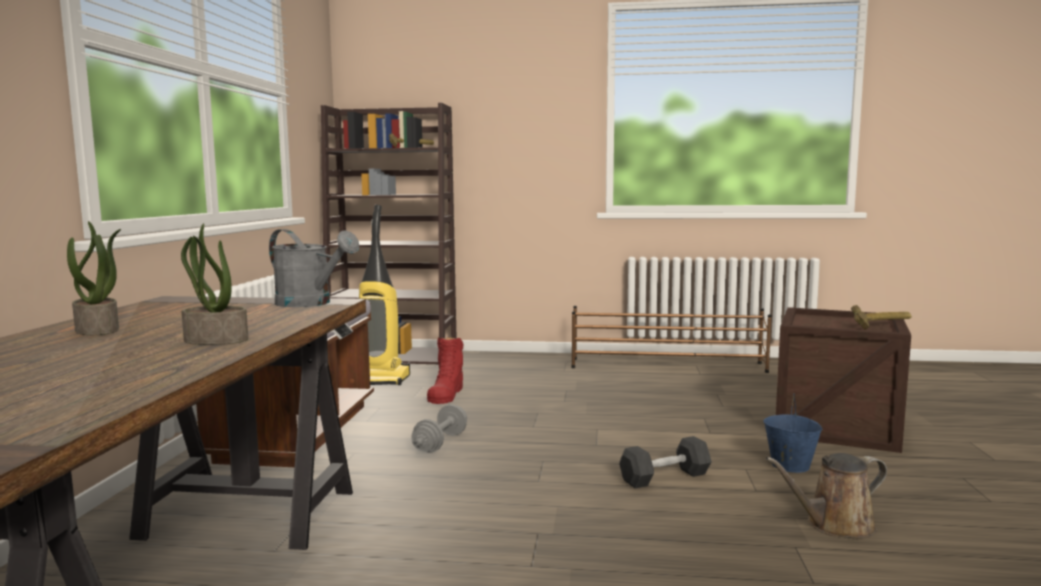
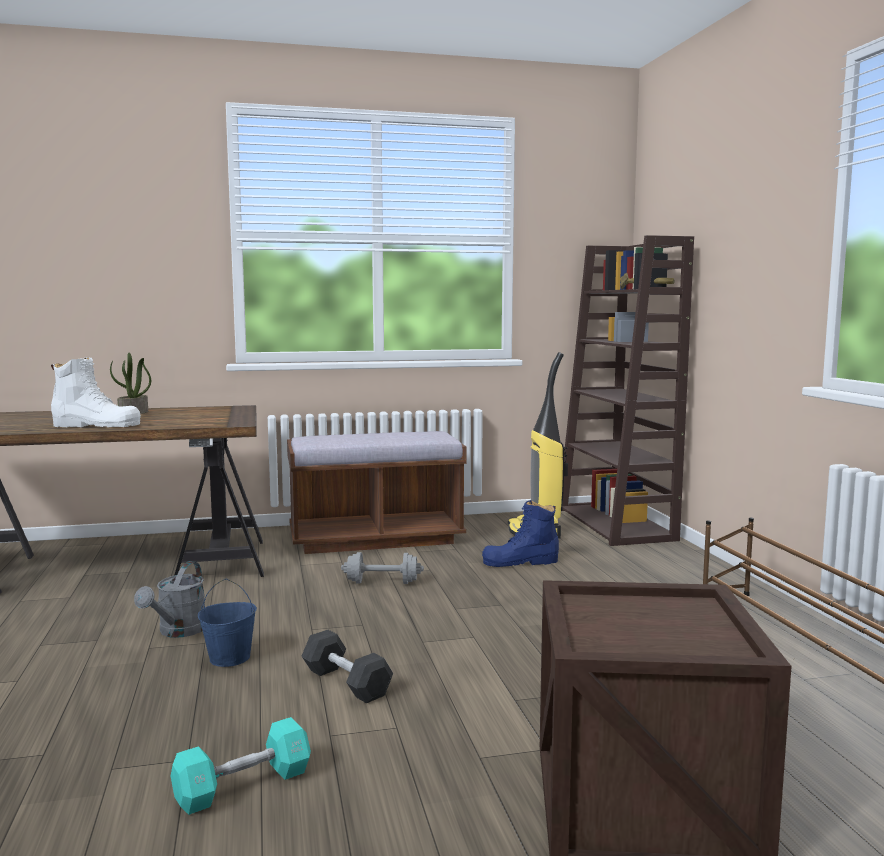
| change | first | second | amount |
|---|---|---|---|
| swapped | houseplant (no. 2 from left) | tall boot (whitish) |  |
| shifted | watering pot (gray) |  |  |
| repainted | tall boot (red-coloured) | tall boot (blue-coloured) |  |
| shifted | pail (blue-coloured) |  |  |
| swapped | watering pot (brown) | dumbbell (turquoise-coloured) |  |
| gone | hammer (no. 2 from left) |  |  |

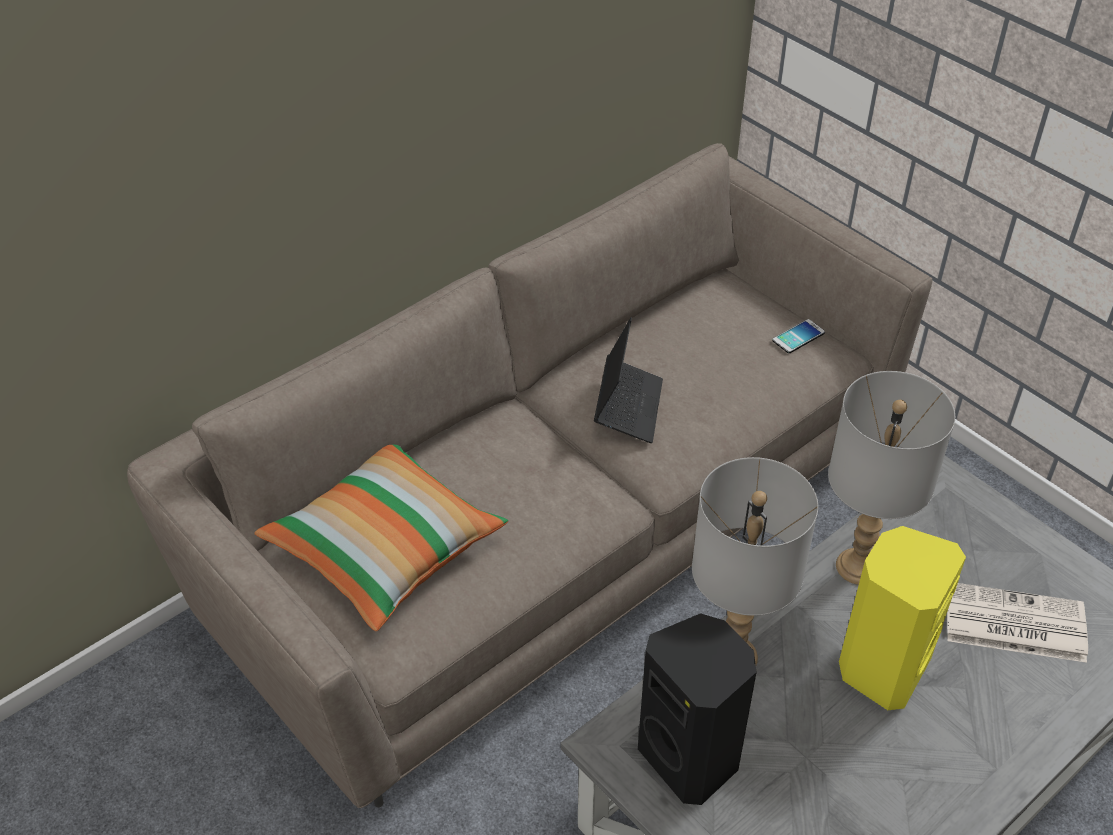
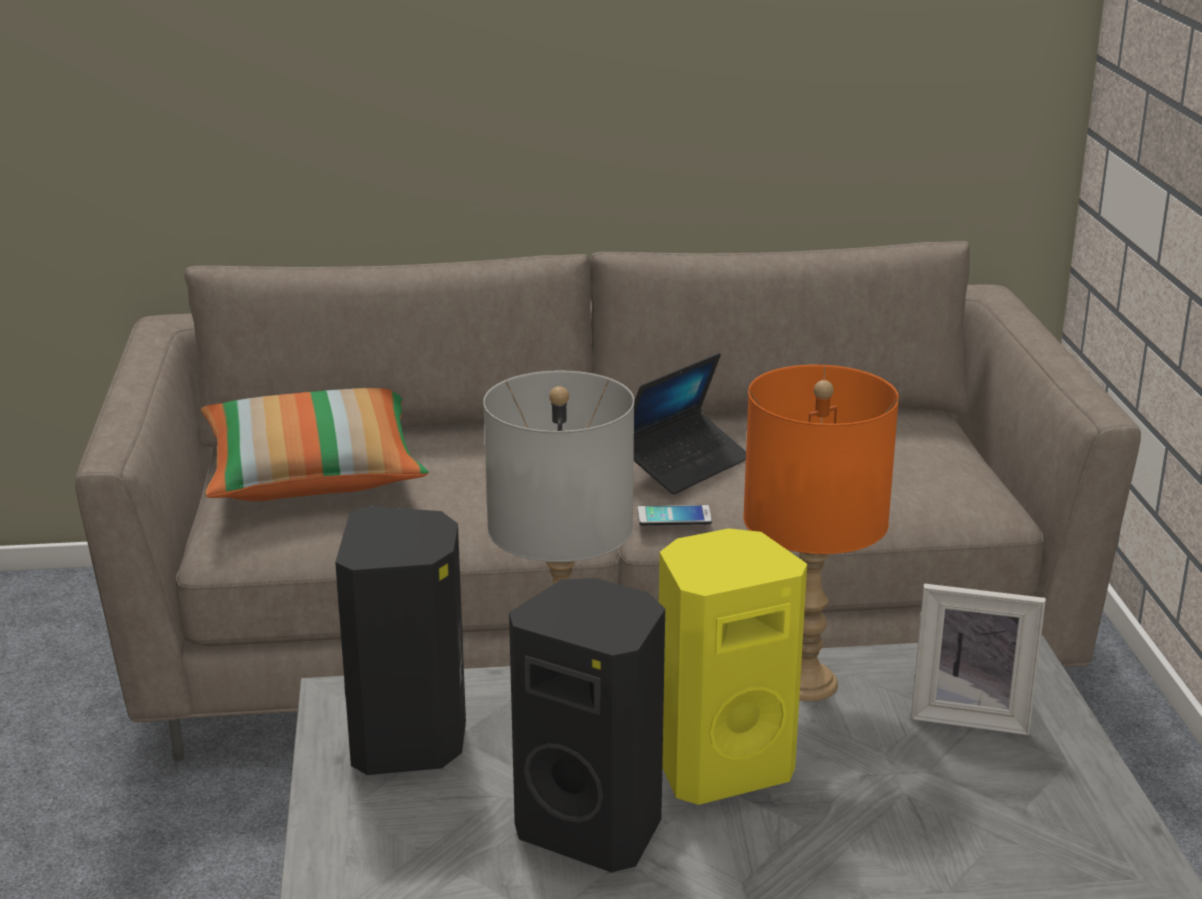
| change | first | second | amount |
|---|---|---|---|
| shifted | handset |  |  |
| repainted | table lamp (gray) (no. 2 from left) | table lamp (orange) |  |
| gone | newspaper |  |  |
| new |  | audio speaker (blackish) (no. 2 from left) |  |
| new |  | photo frame |  |

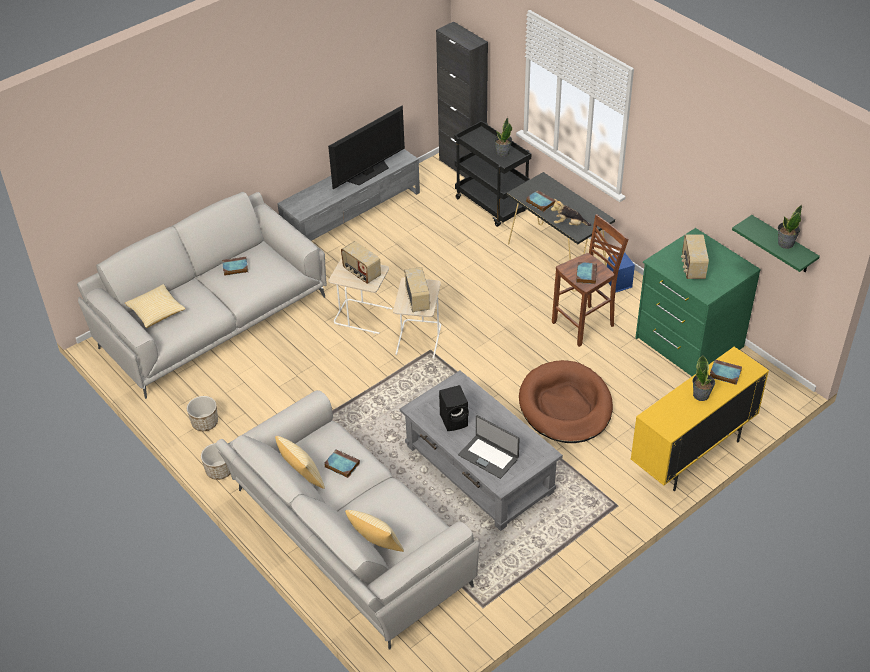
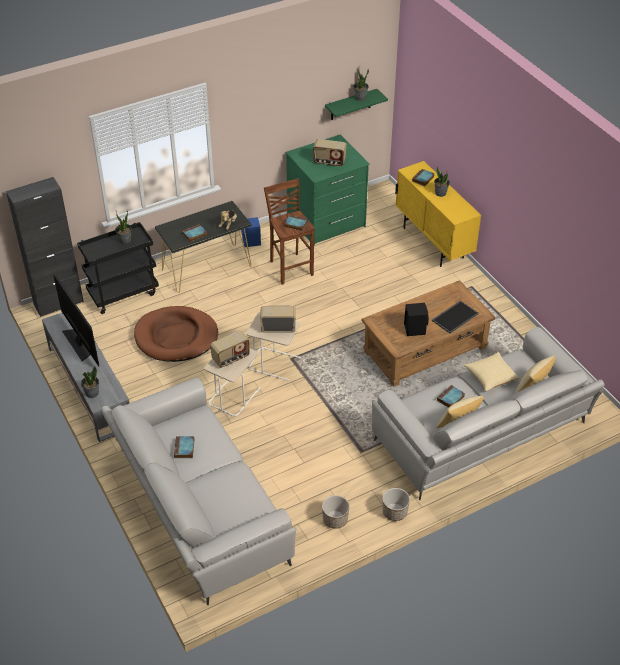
| change | first | second | amount |
|---|---|---|---|
| shifted | throw pillow (no. 1 from left in the first image) | throw pillow (no. 2 from left) |  |
| repainted | lounge table (gray) | lounge table (brown) |  |
| swapped | portable computer | serving tray |  |
| shifted | dog bed (brown) |  |  |
| new |  | houseplant (no. 1 from left) |  |

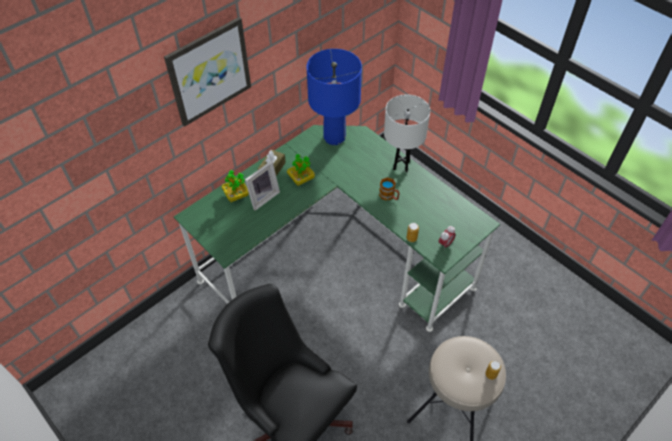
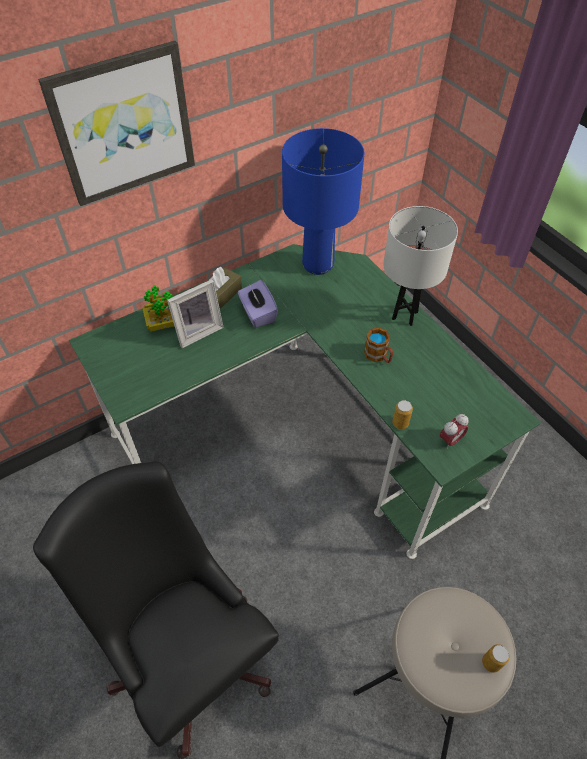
| change | first | second | amount |
|---|---|---|---|
| swapped | houseplant (no. 2 from left) | tissue box (purple) |  |

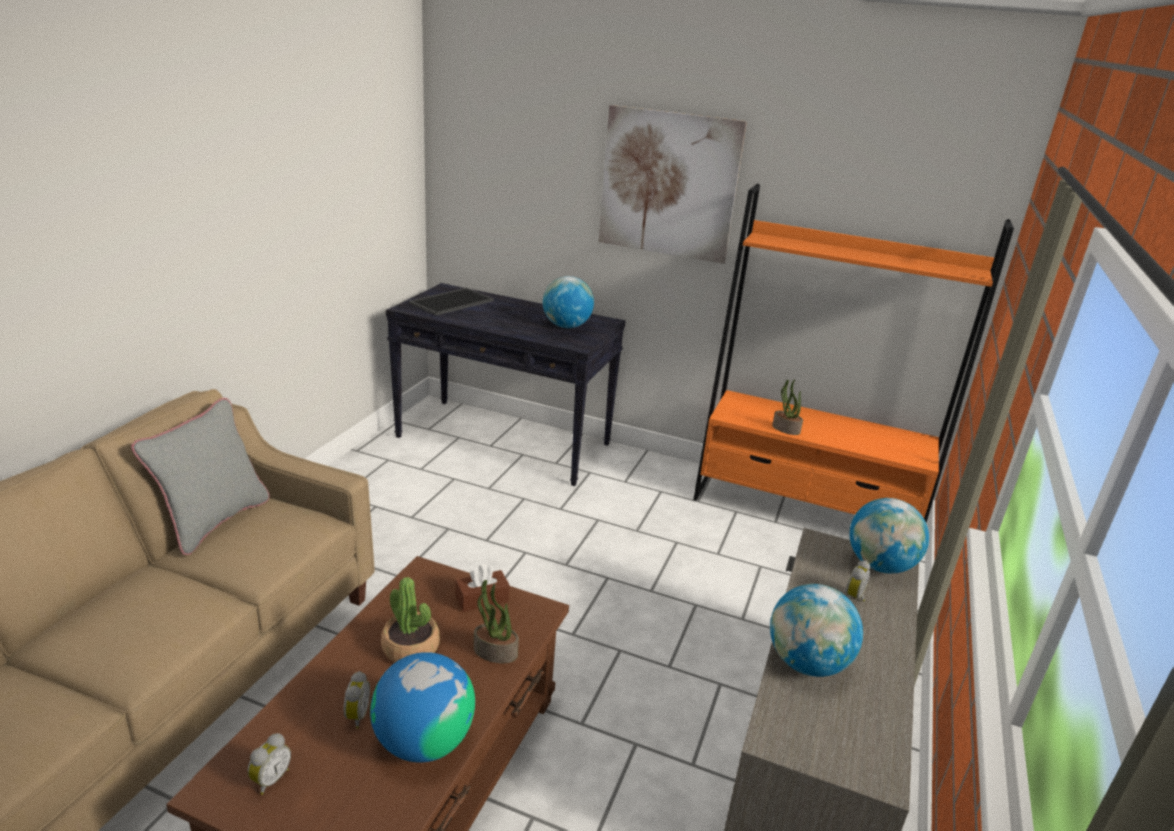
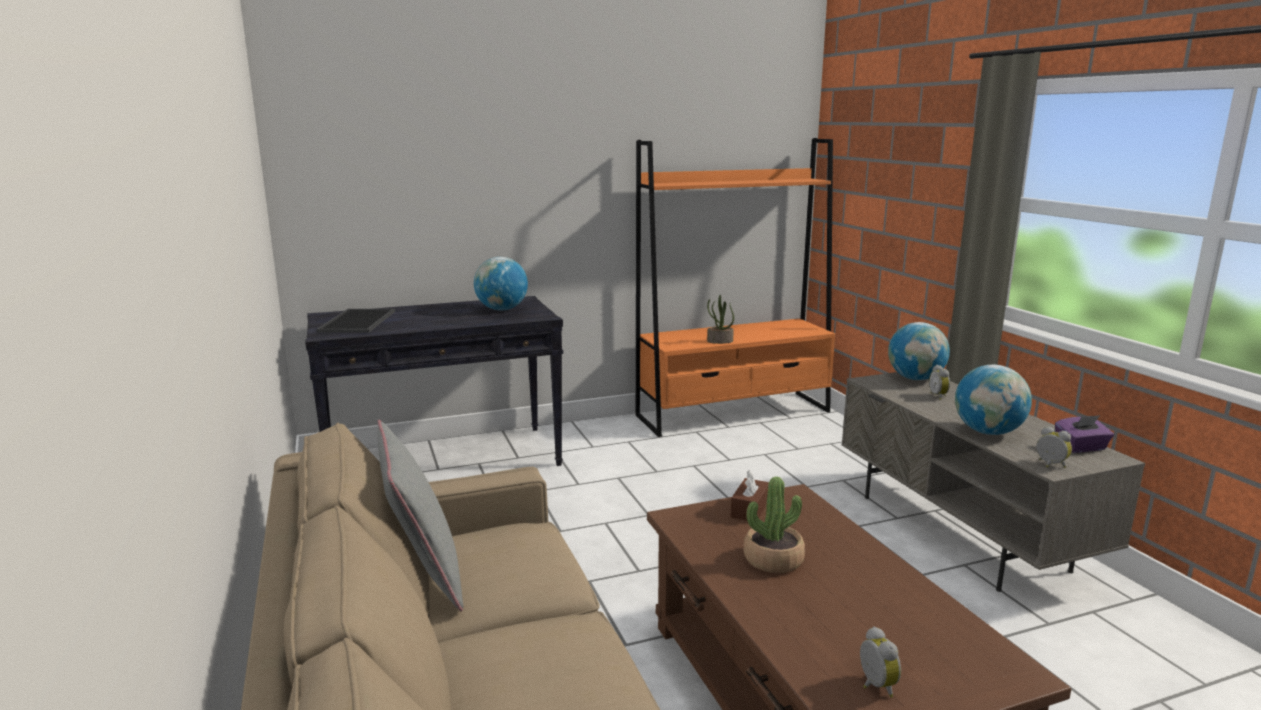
| change | first | second | amount |
|---|---|---|---|
| shifted | table clock (no. 2 from left in the first image) | table clock (no. 3 from left) |  |
| gone | world globe (no. 1 from left) |  |  |
| gone | houseplant (no. 2 from left) |  |  |
| gone | wall art |  |  |
| new |  | tissue box (purple) |  |

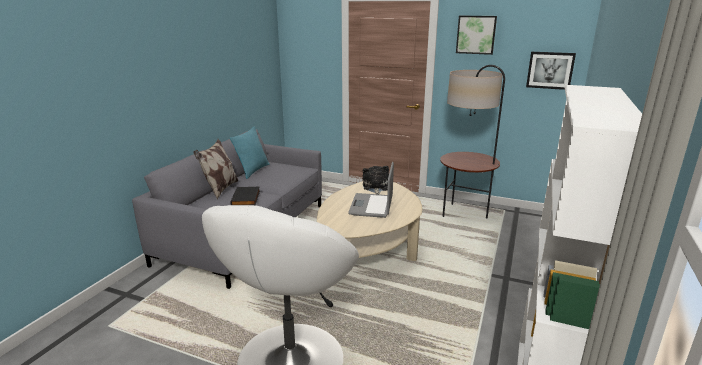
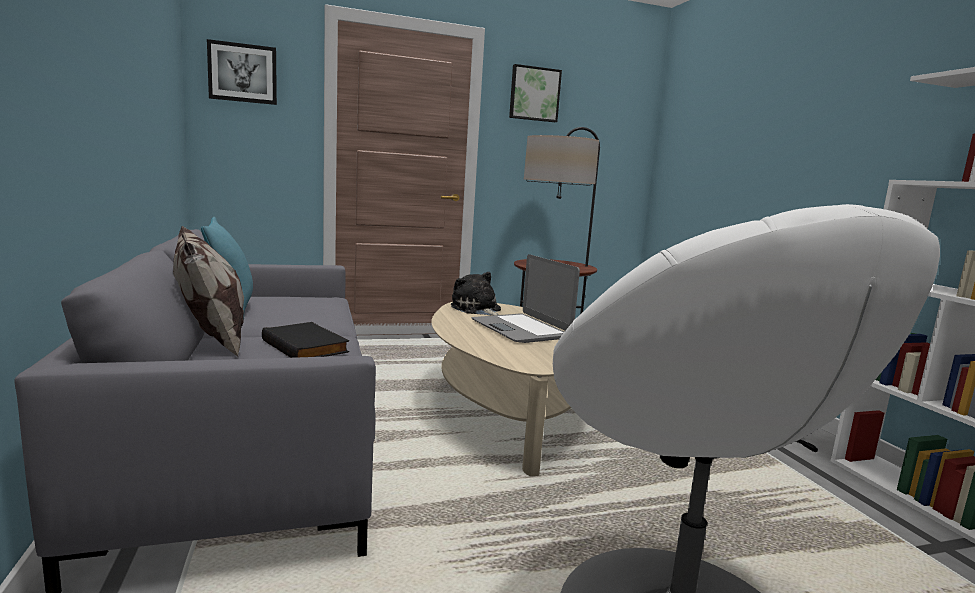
| change | first | second | amount |
|---|---|---|---|
| shifted | wall art (no. 2 from left in the first image) | wall art (no. 1 from left) |  |

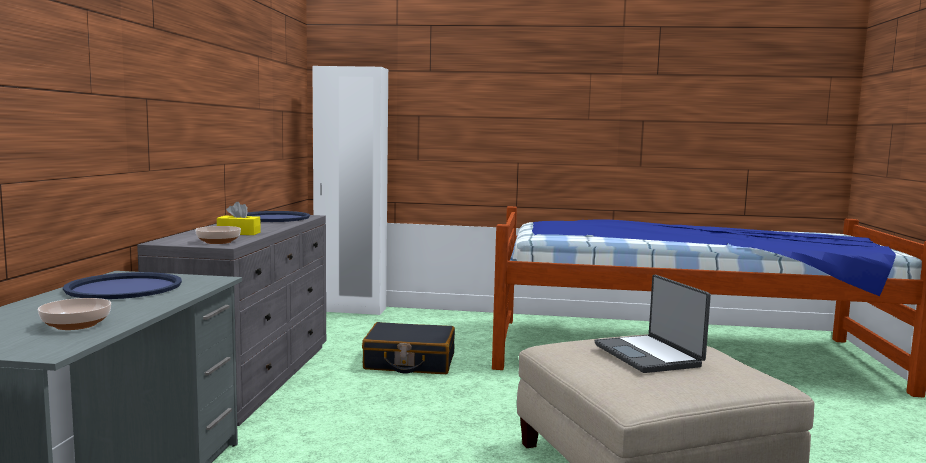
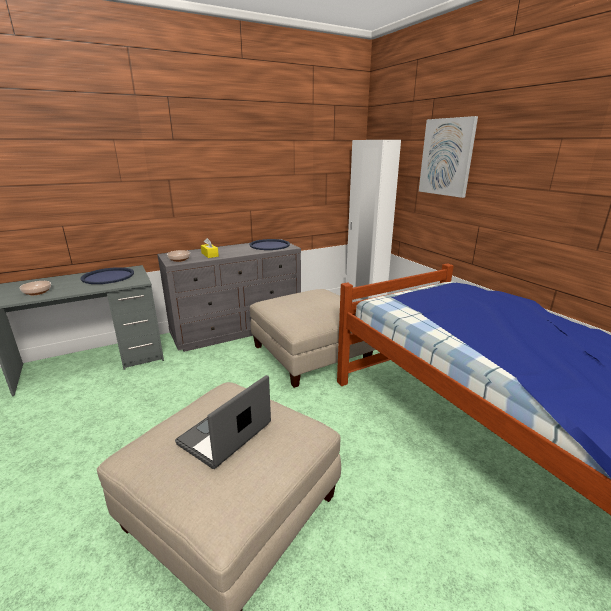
| change | first | second | amount |
|---|---|---|---|
| swapped | travel case (blackish) | ottoman (beige) (no. 2 from left) |  |
| new |  | wall art |  |

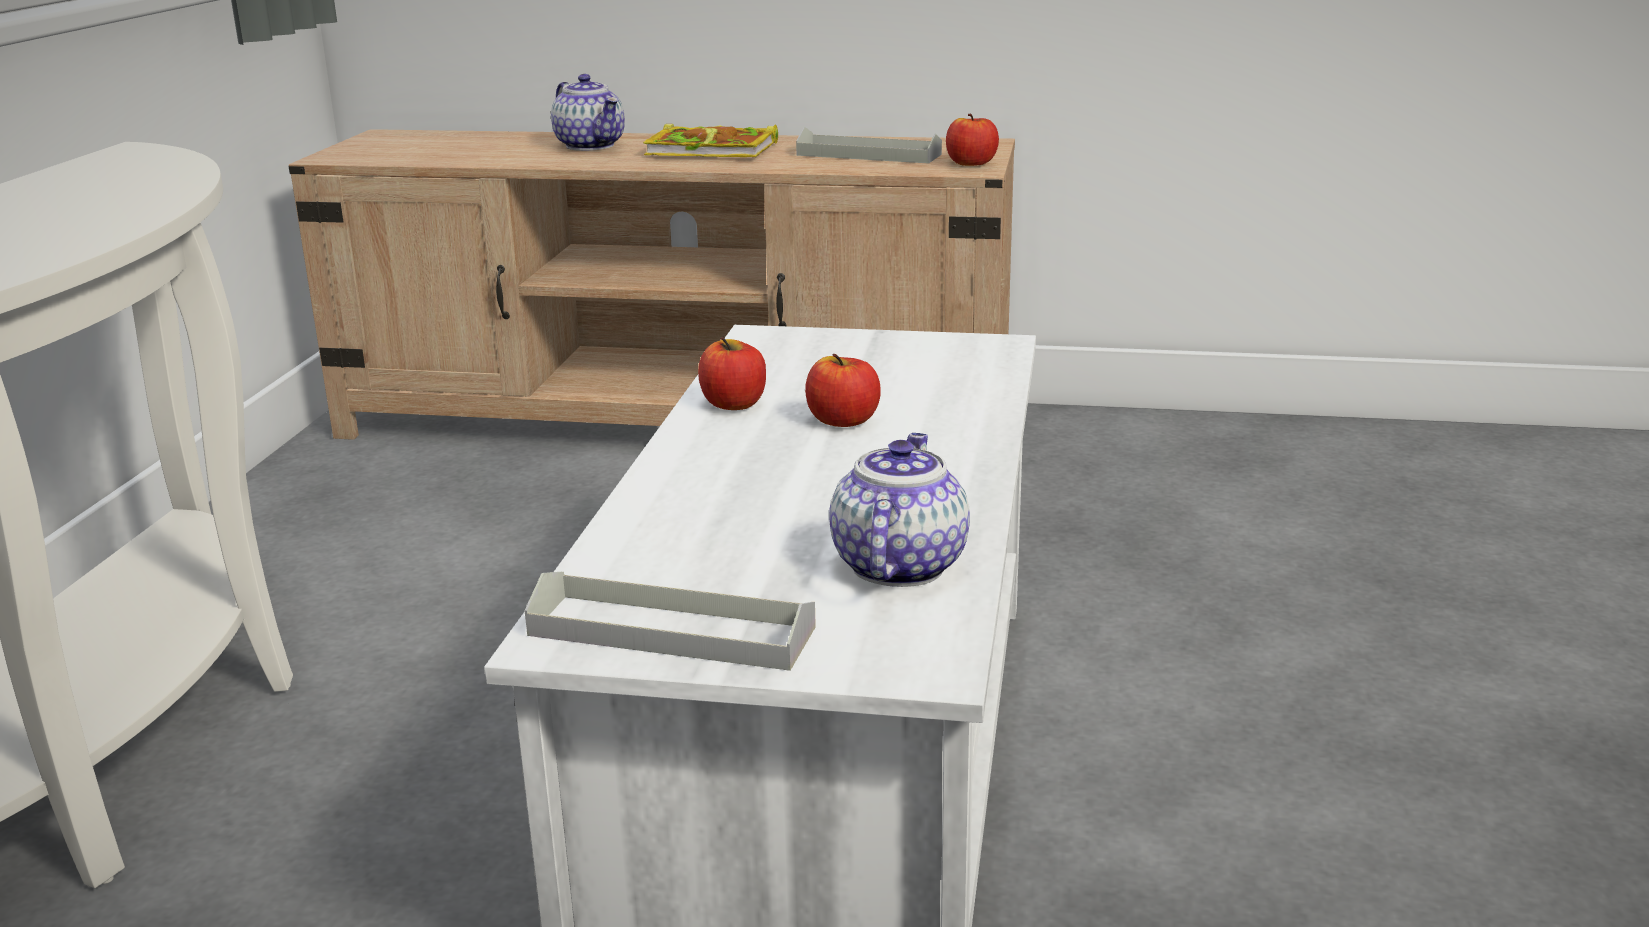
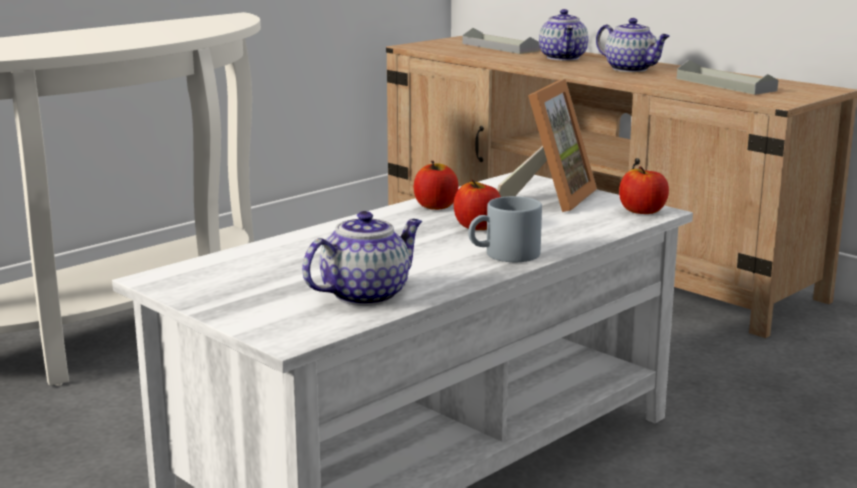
| change | first | second | amount |
|---|---|---|---|
| shifted | serving tray (gray) (no. 1 from left) |  |  |
| swapped | book | tea pot (no. 3 from left) |  |
| shifted | apple (no. 3 from left) |  |  |
| new |  | mug (gray) |  |
| new |  | photo frame |  |

